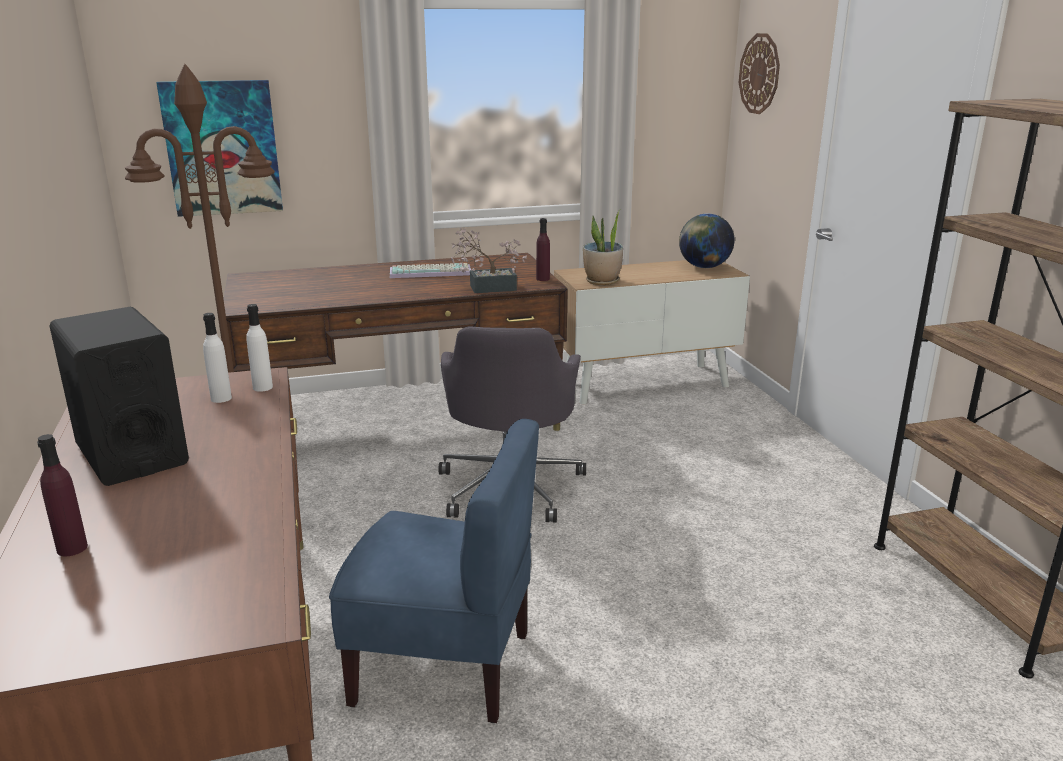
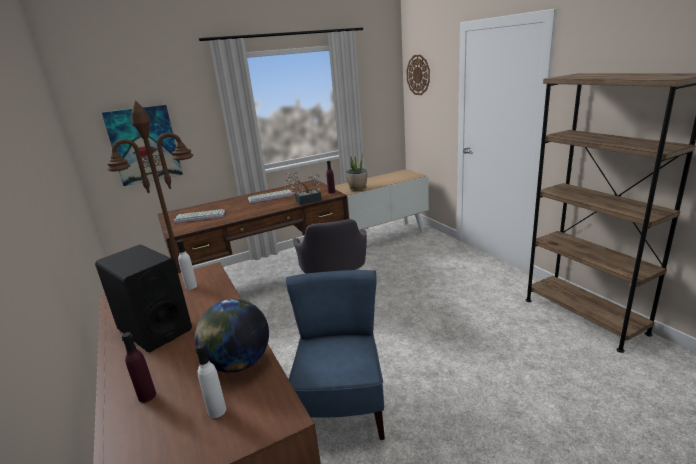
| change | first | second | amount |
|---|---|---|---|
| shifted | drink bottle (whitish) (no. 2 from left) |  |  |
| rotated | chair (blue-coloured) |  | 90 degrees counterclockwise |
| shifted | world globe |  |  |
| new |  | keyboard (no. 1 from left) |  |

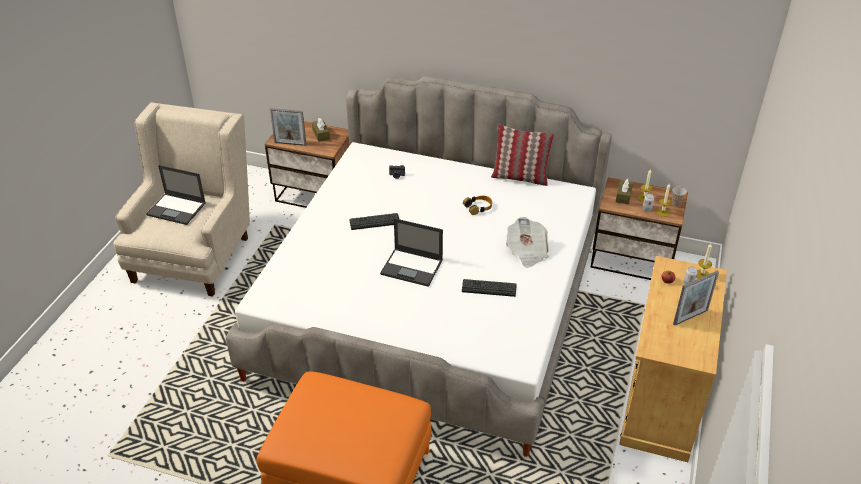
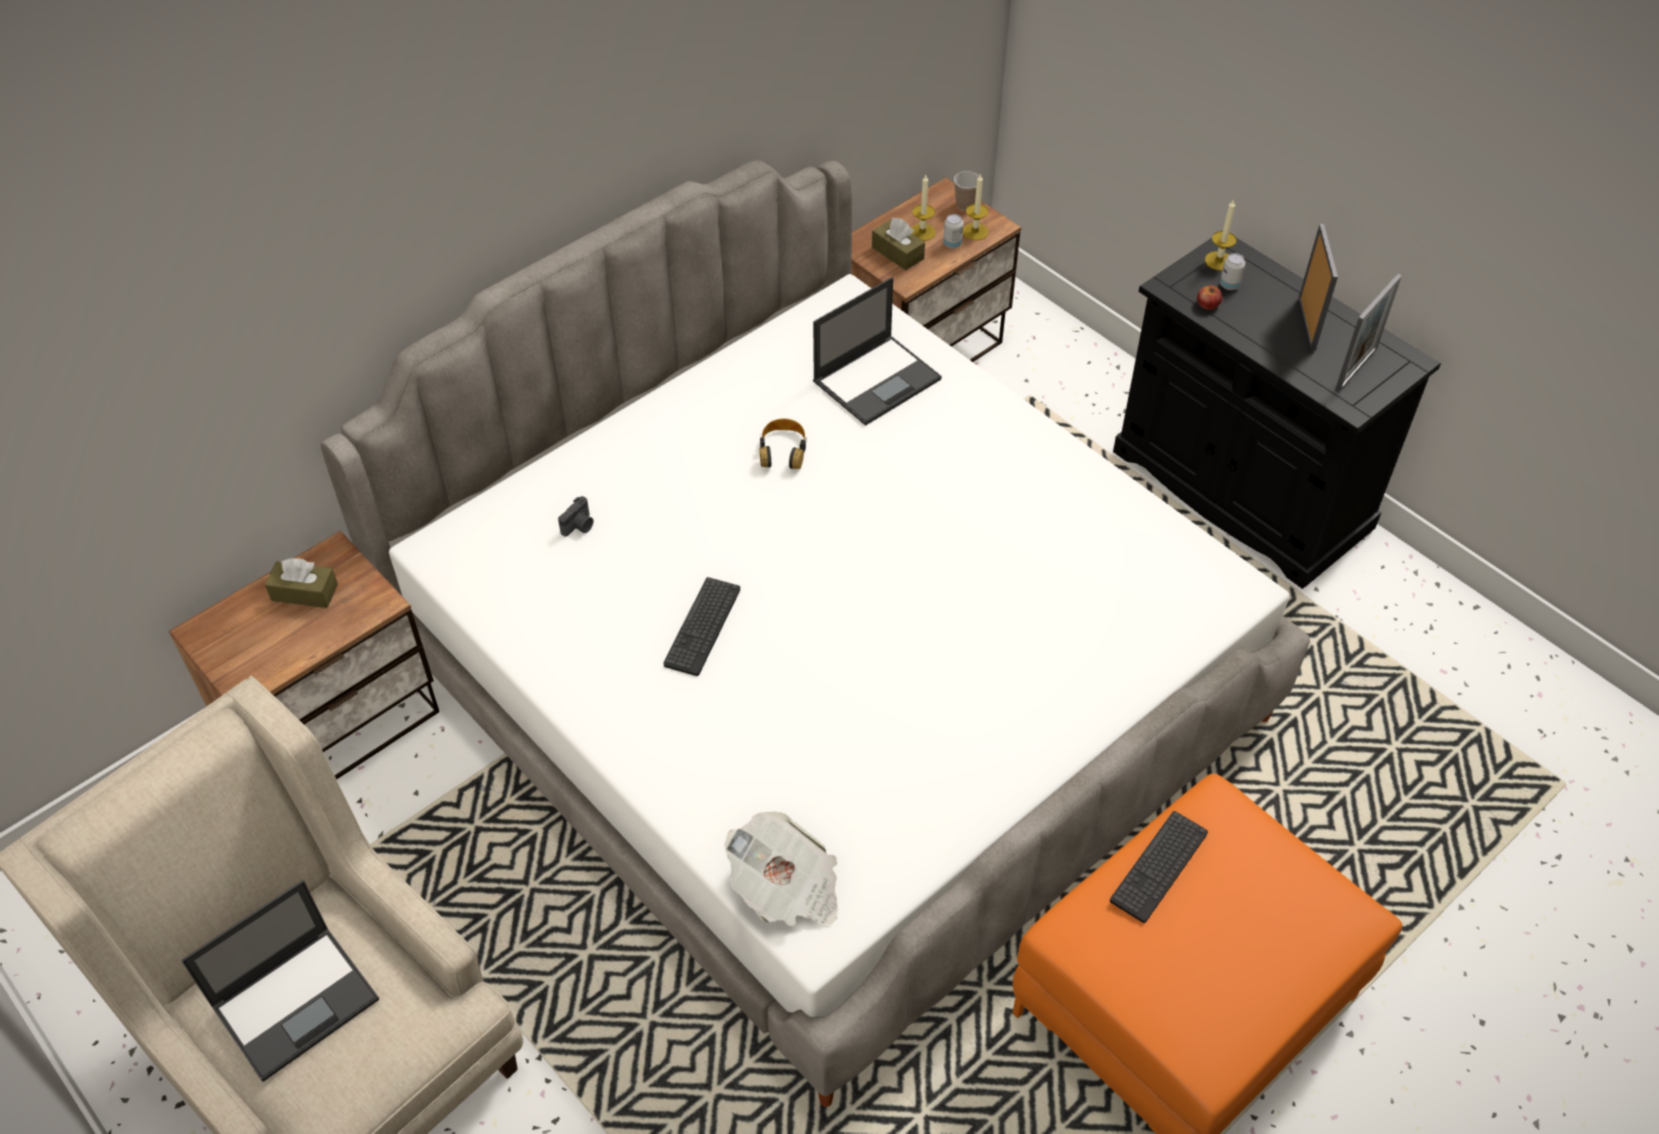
| change | first | second | amount |
|---|---|---|---|
| shifted | photo frame (no. 1 from left in the first image) | photo frame (no. 2 from left) |  |
| shifted | portable computer (no. 2 from left) |  |  |
| shifted | keyboard (no. 2 from left) |  |  |
| gone | throw pillow |  |  |
| shifted | newspaper |  |  |
| repainted | storage cabinet (beige) | storage cabinet (blackish) |  |

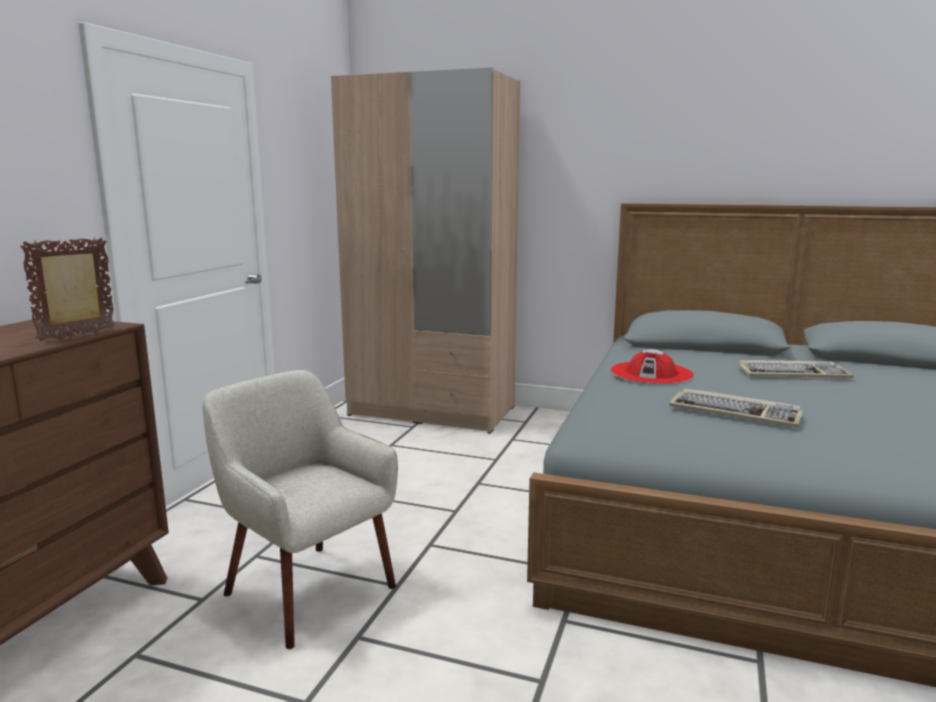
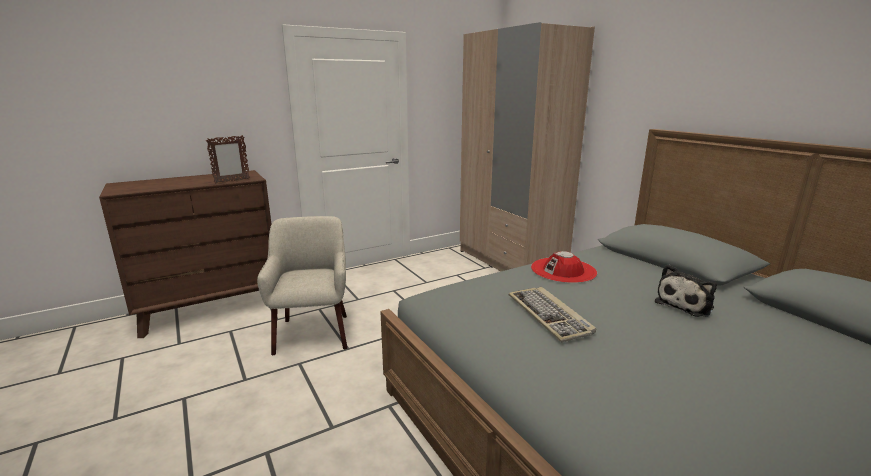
| change | first | second | amount |
|---|---|---|---|
| rotated | photo frame |  | 150 degrees clockwise |
| swapped | keyboard (no. 2 from left) | soft toy |  |

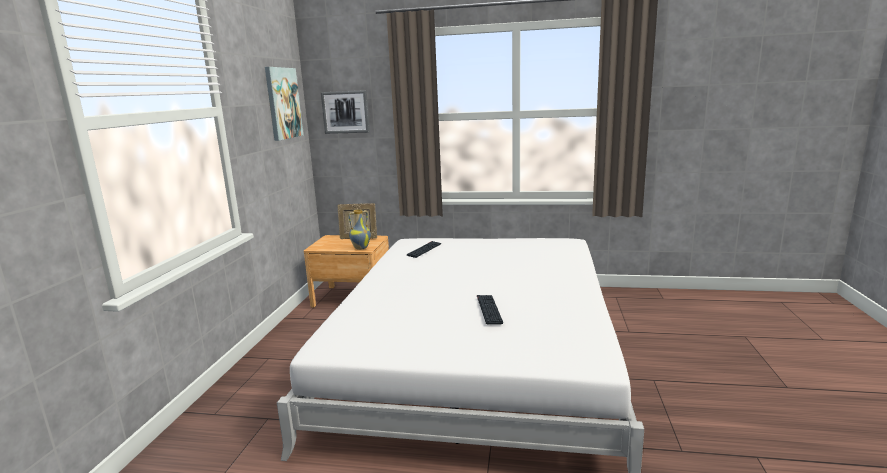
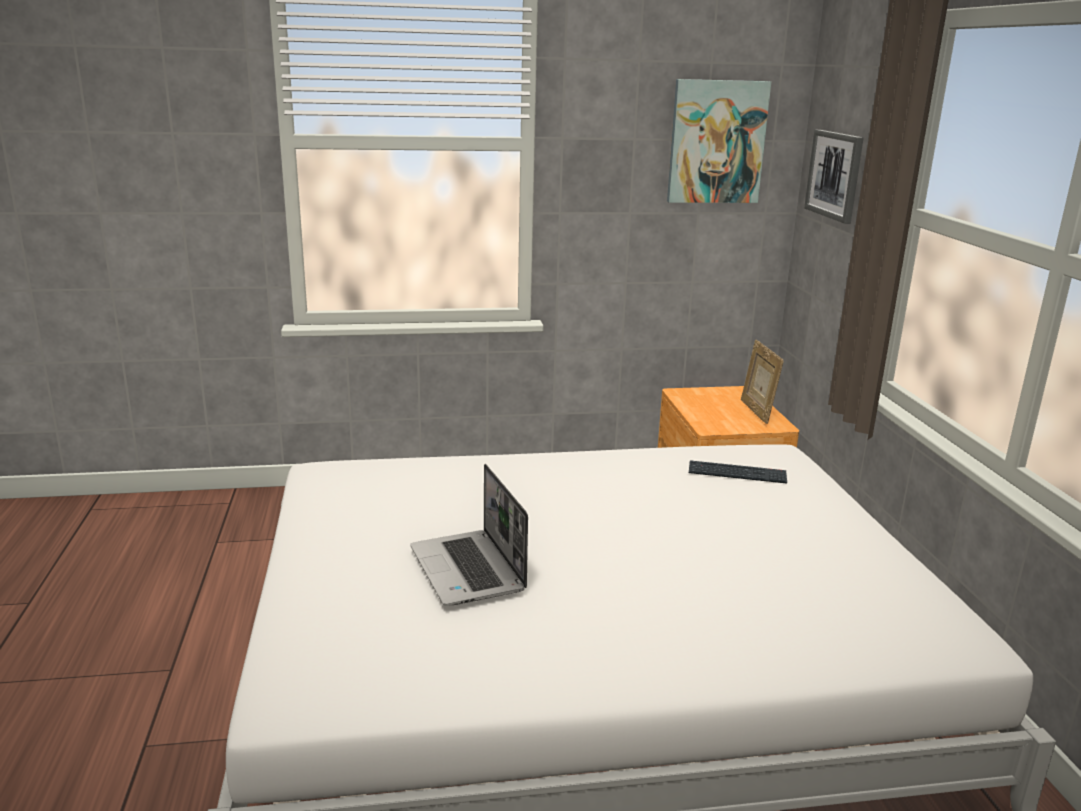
| change | first | second | amount |
|---|---|---|---|
| gone | flower vase |  |  |
| swapped | keyboard (no. 2 from left) | portable computer |  |

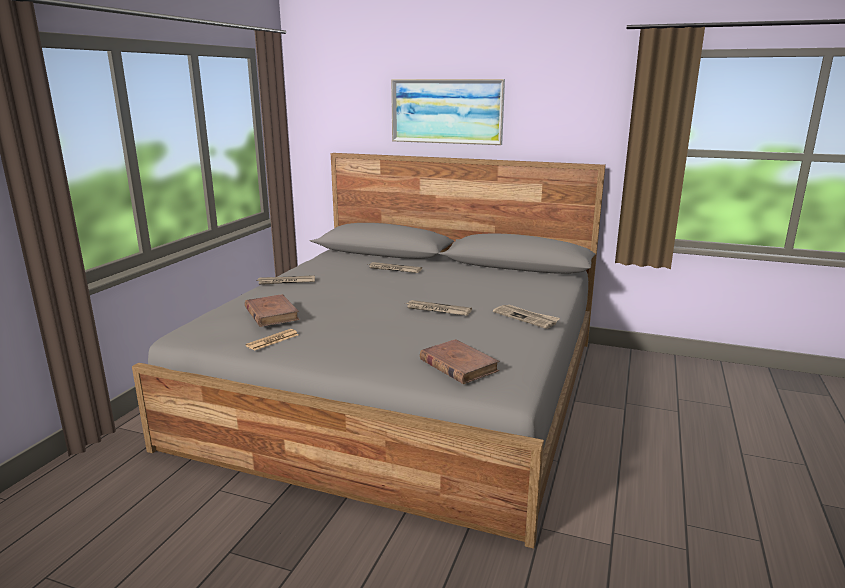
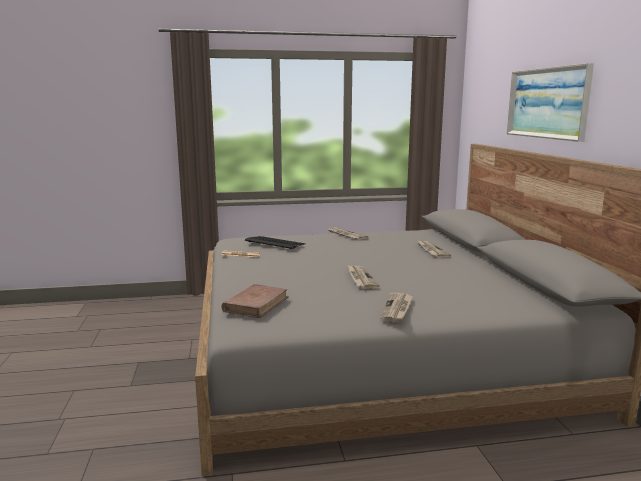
| change | first | second | amount |
|---|---|---|---|
| swapped | book (brown) (no. 1 from left) | keyboard |  |

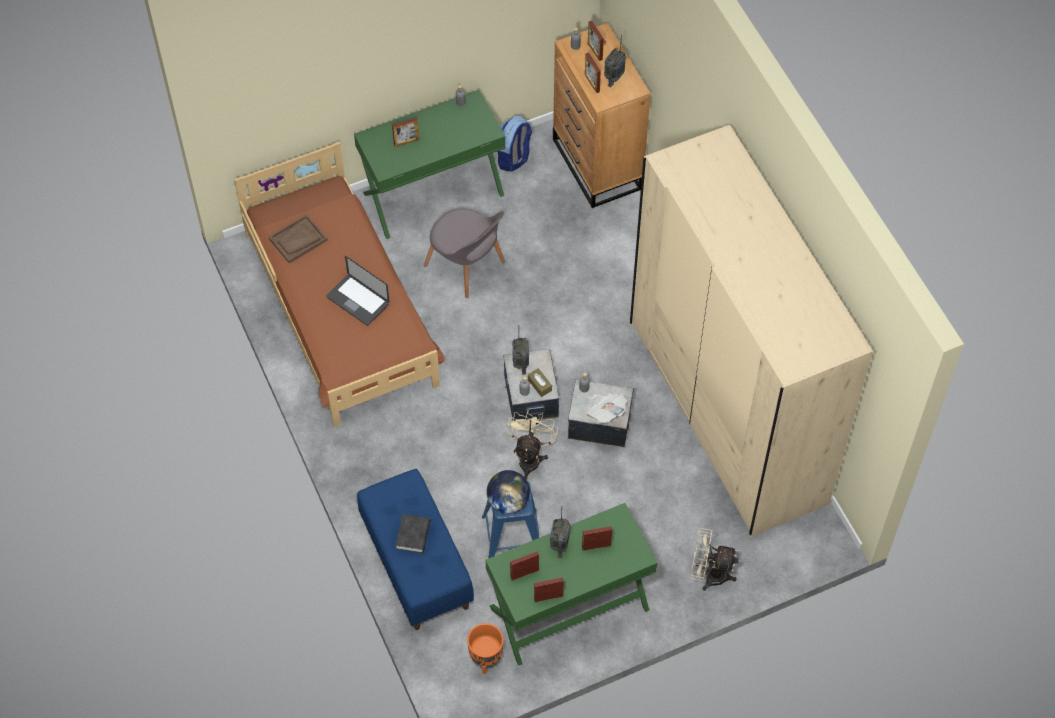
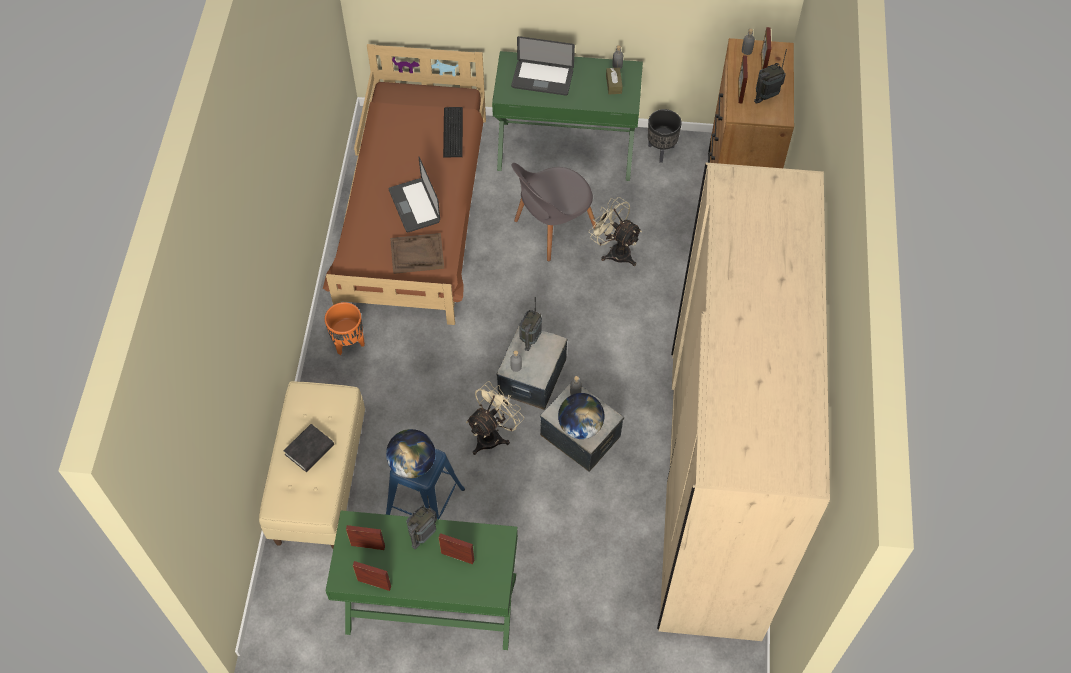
| change | first | second | amount |
|---|---|---|---|
| shifted | serving tray (brown) |  |  |
| repainted | bench (blue-coloured) | bench (beige) |  |
| swapped | photo frame (no. 1 from left) | portable computer (no. 2 from left) |  |
| rotated | chair (gray) |  | 75 degrees clockwise |
| shifted | plant pot (orange) |  |  |
| swapped | rucksack | plant pot (blackish) |  |
| shifted | tissue box (brown) |  |  |
| swapped | newspaper | world globe (no. 2 from left) |  |
| shifted | electric fan (beige) (no. 2 from left) |  |  |
| new |  | keyboard |  |

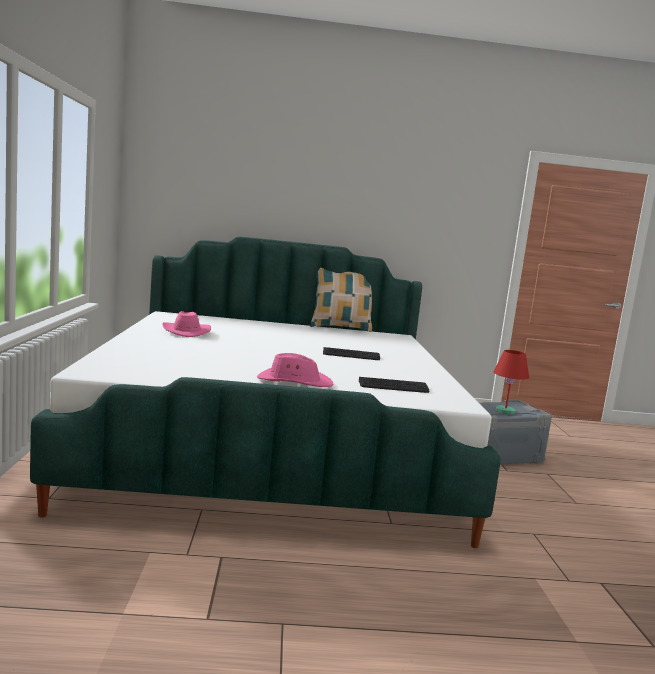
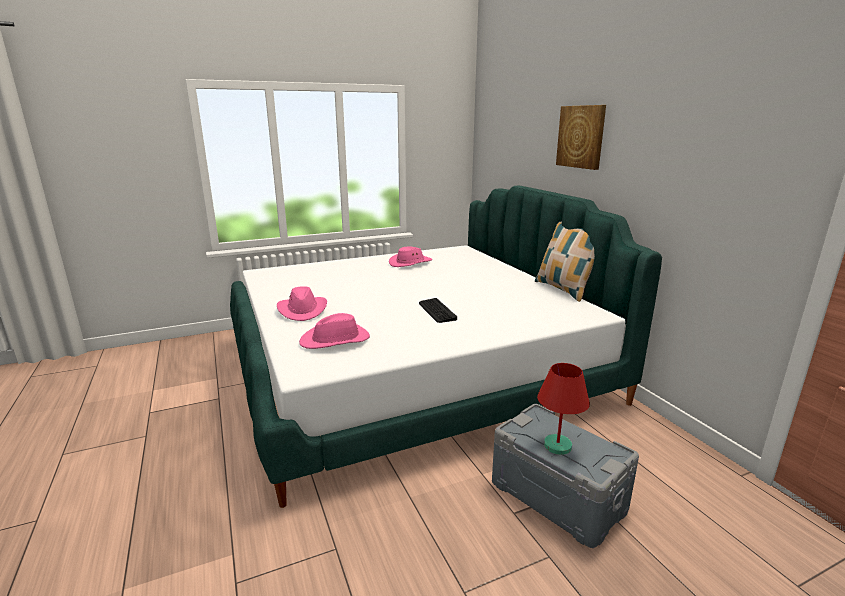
| change | first | second | amount |
|---|---|---|---|
| swapped | keyboard (no. 2 from left) | hat (pink-coloured) (no. 2 from left) |  |
| new |  | wall art |  |

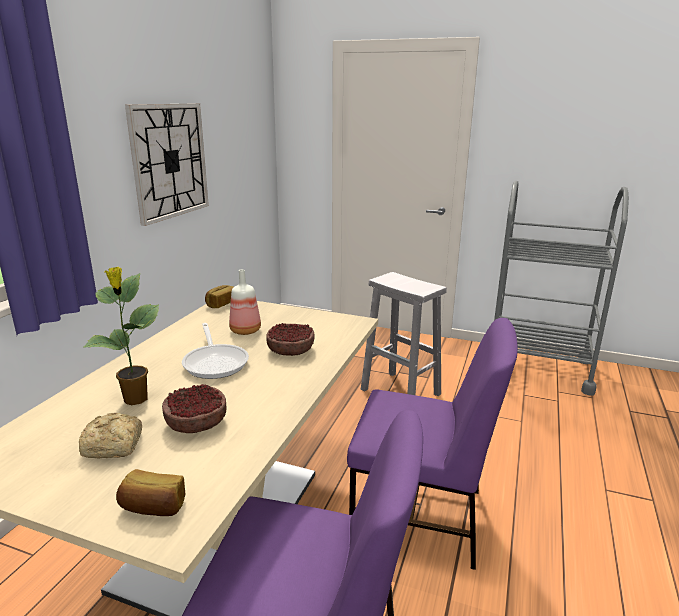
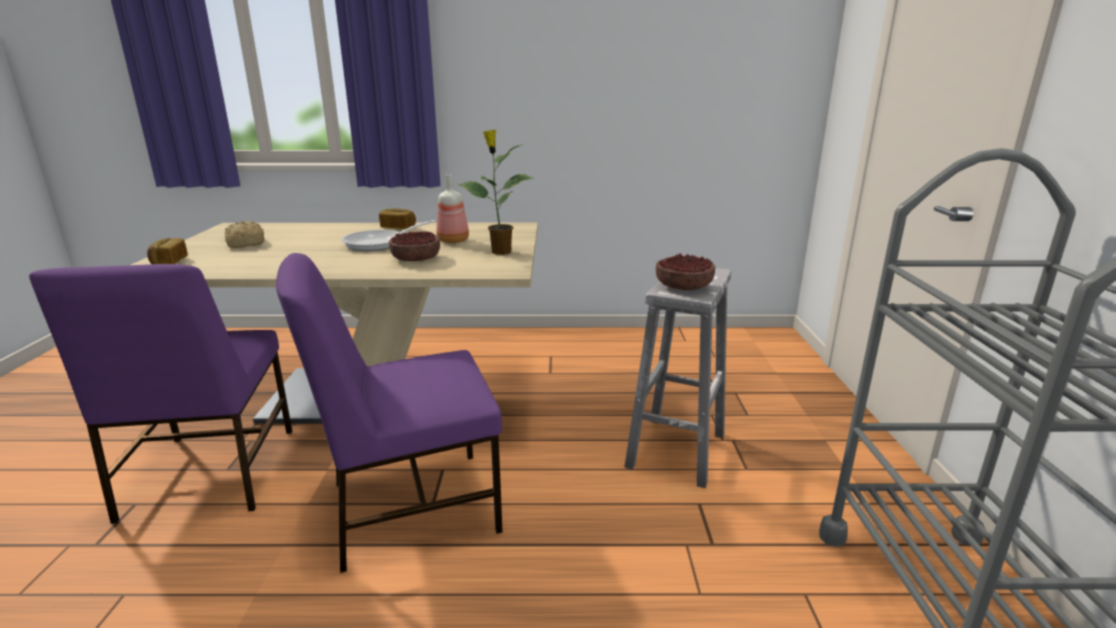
| change | first | second | amount |
|---|---|---|---|
| shifted | houseplant |  |  |
| gone | clock on the wall |  |  |
| shifted | serving bowl (no. 1 from left in the first image) | serving bowl (no. 2 from left) |  |
| shifted | bakery bread (no. 3 from left) |  |  |
| rotated | chair (purple) (no. 2 from left) |  | 75 degrees clockwise |

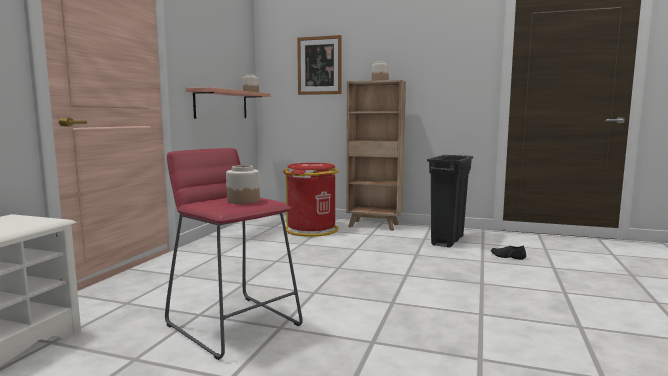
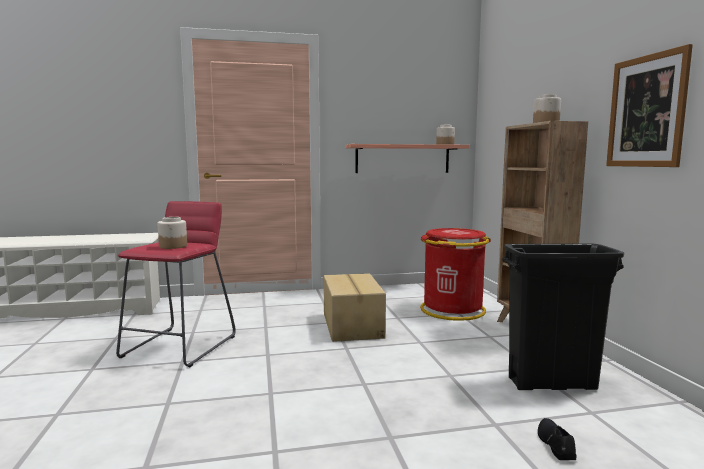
| change | first | second | amount |
|---|---|---|---|
| shifted | wall art |  |  |
| new |  | carton |  |

